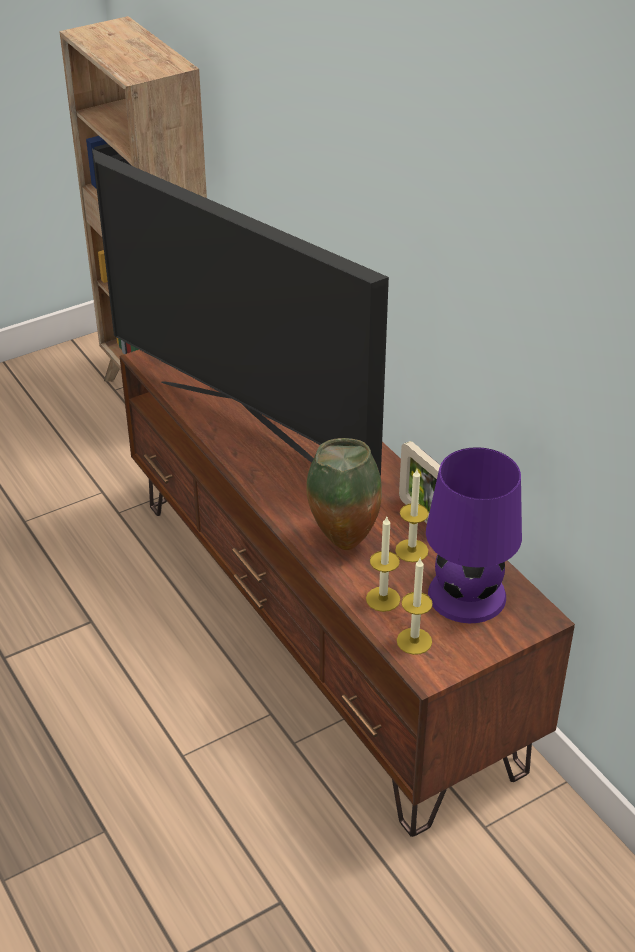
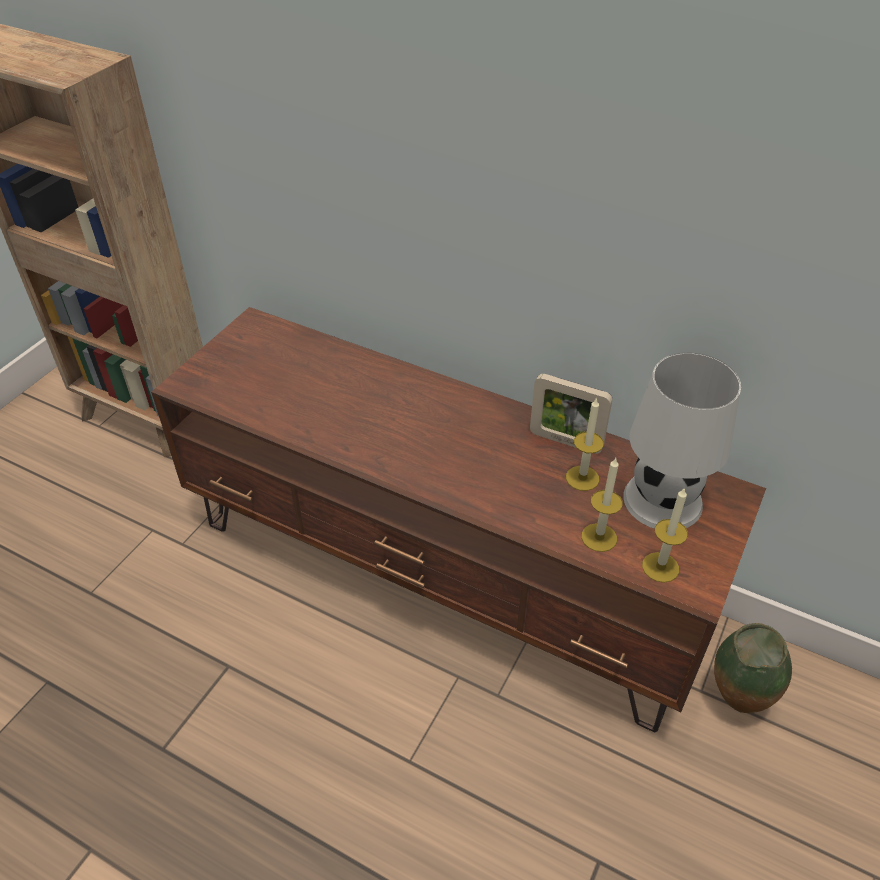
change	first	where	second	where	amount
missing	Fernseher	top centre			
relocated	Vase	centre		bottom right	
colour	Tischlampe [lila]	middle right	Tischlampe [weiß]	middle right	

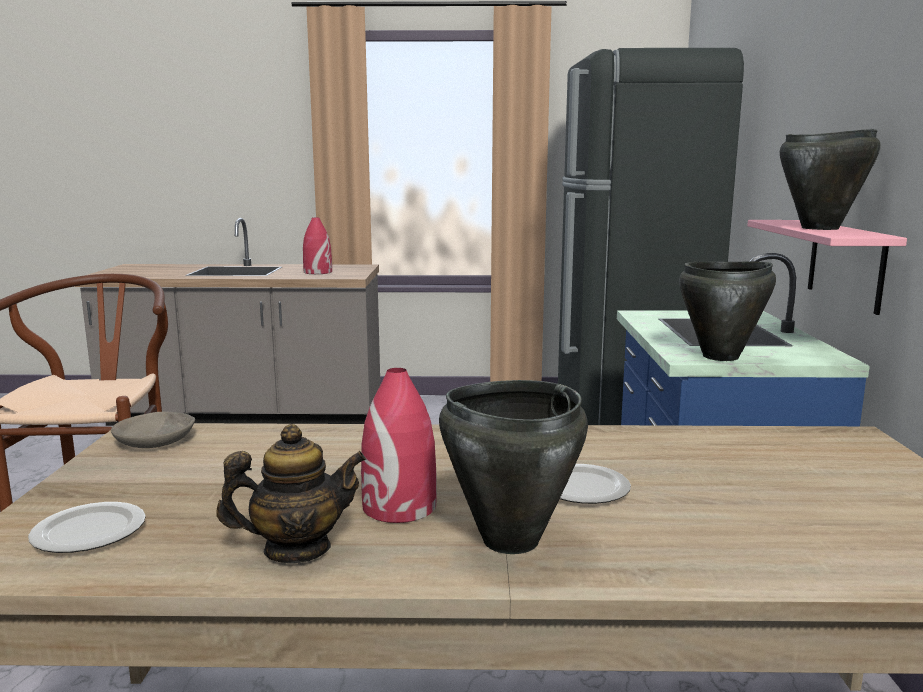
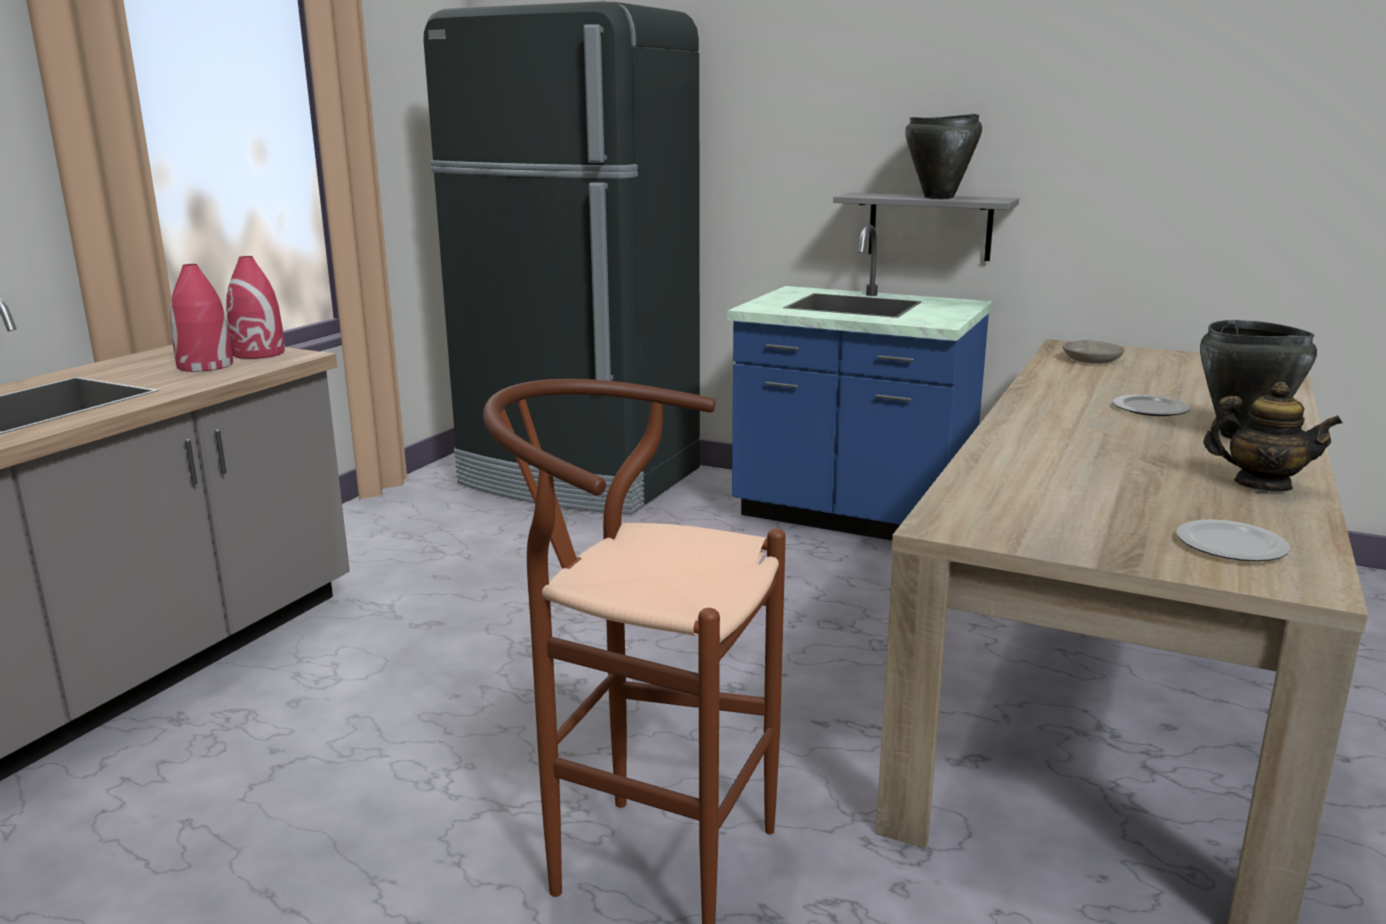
change	first	where	second	where	amount
missing	Kochtopf [schwarz] (no. 2 from left)	middle right			
relocated	Schüssel [grau]	middle left		middle right	
relocated	Vase [rot] (no. 2 from left)	centre		top left	
colour	Wandregal [rosa]	middle right	Wandregal [grau]	top right	
spun	Teekanne	bottom left		middle right	105 degrees clockwise

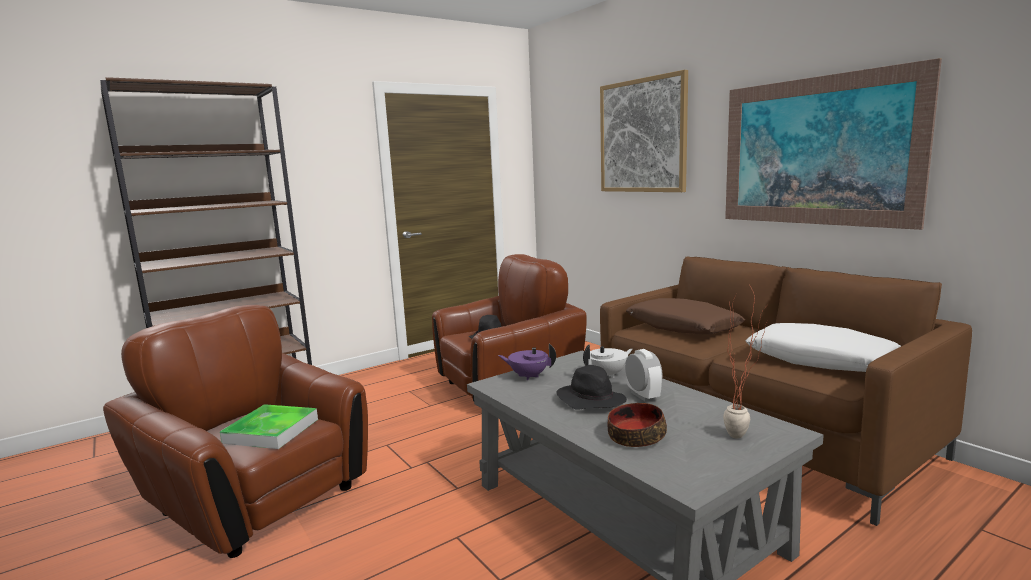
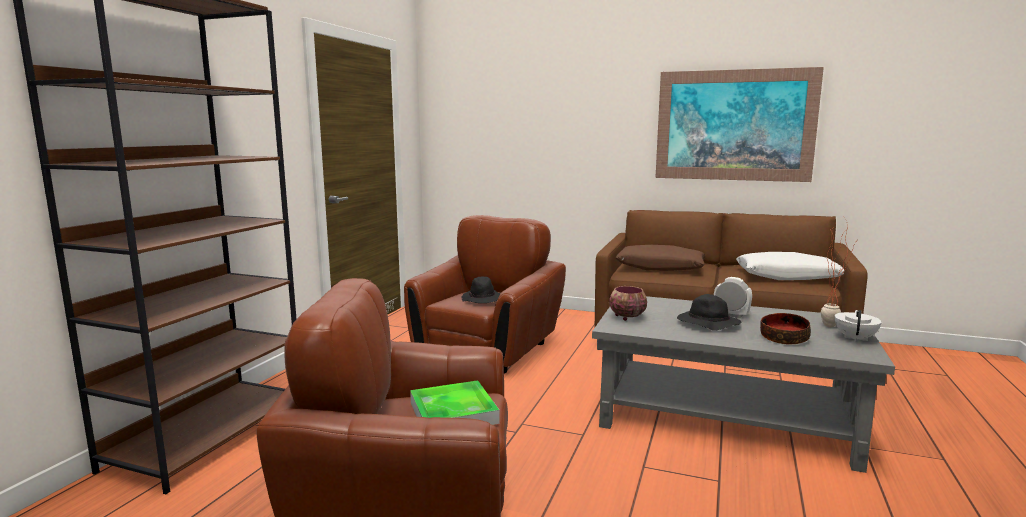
change	first	where	second	where	amount
missing	Bild (no. 1 from left)	top centre			
relocated	Teekanne [weiß]	centre		middle right	
exchanged	Teekanne [lila]	centre	Schüssel (no. 1 from left)	centre	

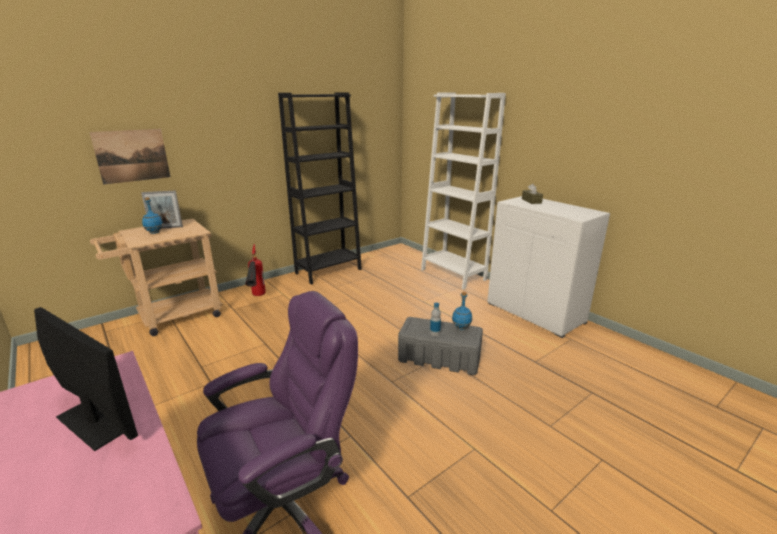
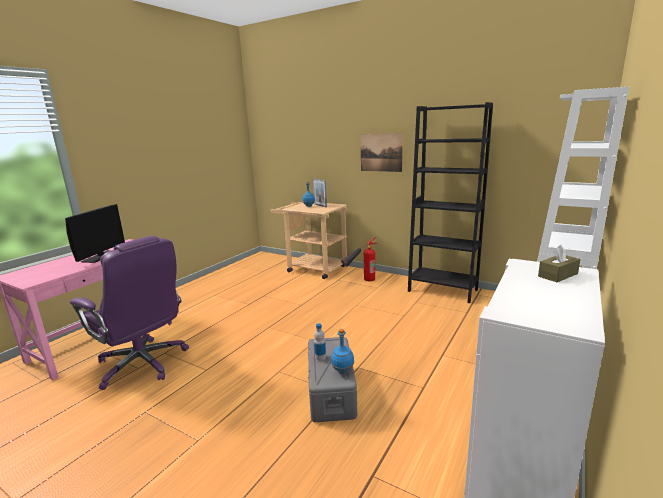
change	first	where	second	where	amount
relocated	Bild	top left		top centre	

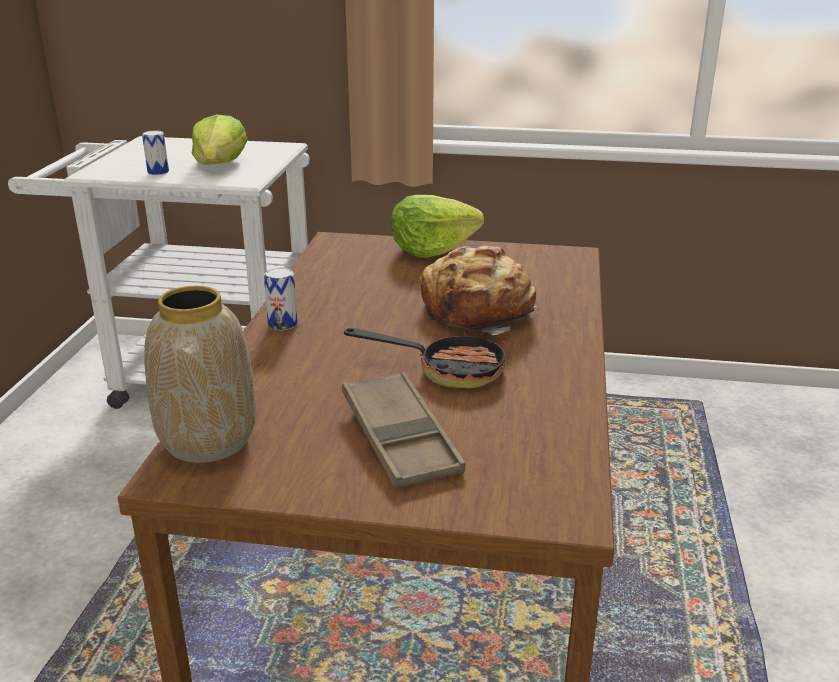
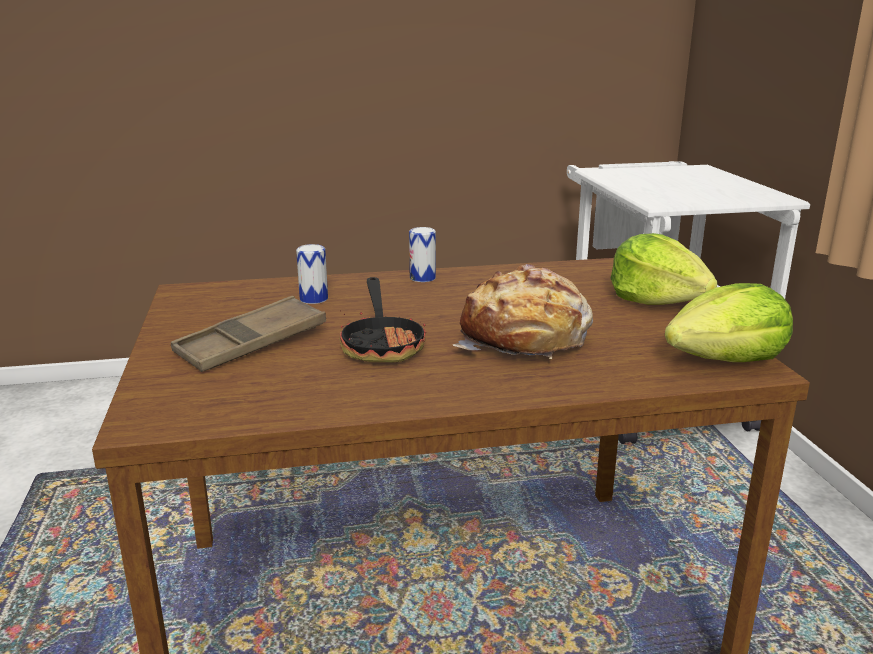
change	first	where	second	where	amount
missing	Vase	middle left			
relocated	Dose (no. 1 from left)	top left		centre	
relocated	Salatkopf (no. 1 from left in the first image)	top left	Salatkopf (no. 2 from left)	middle right	

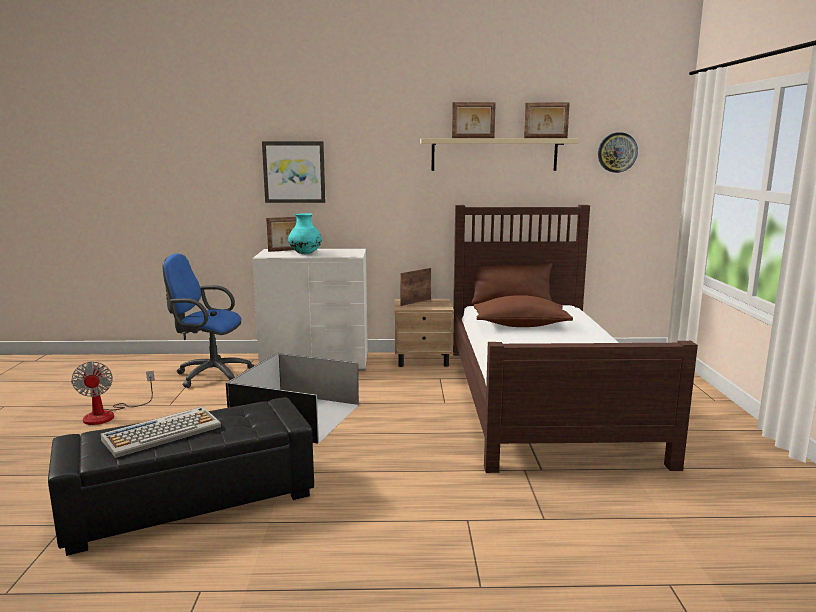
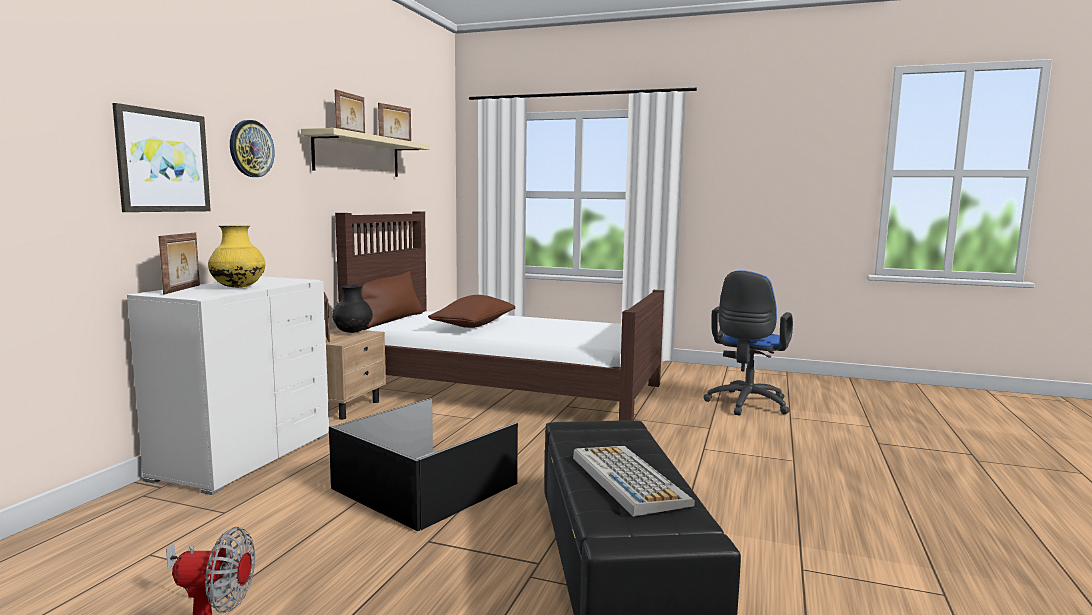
change	first	where	second	where	amount
appeared			Vase [schwarz]	middle left	
relocated	Bürostuhl [blau]	middle left		middle right	
relocated	Wanduhr	top right		top left	
colour	Vase [türkis]	centre	Vase [gelb]	middle left	

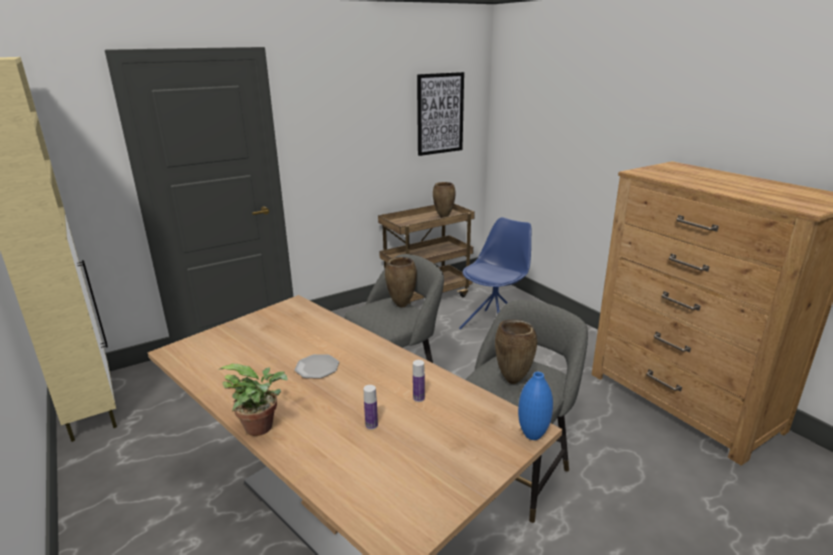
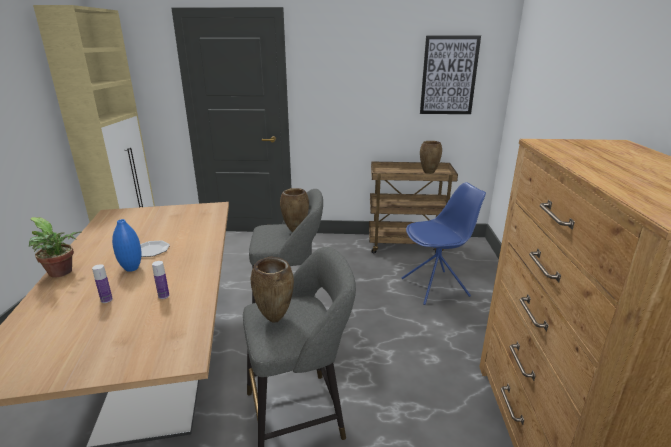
change	first	where	second	where	amount
relocated	Vase [blau]	bottom centre		middle left	

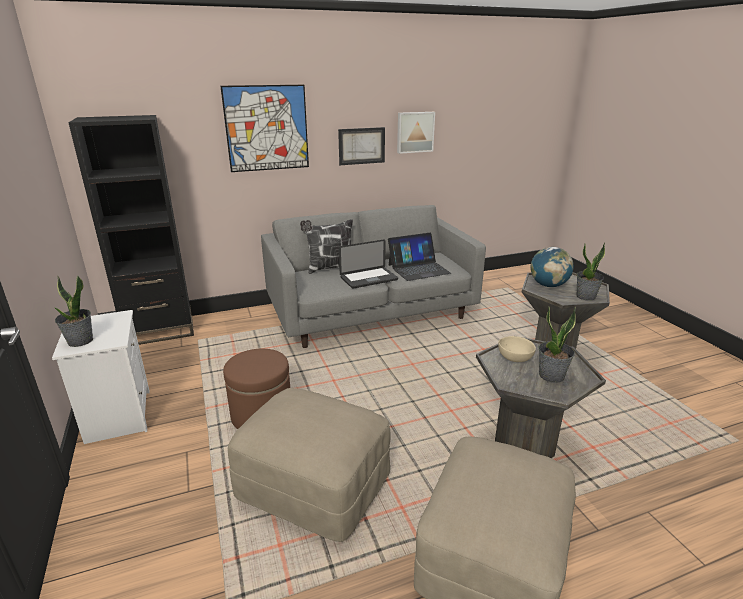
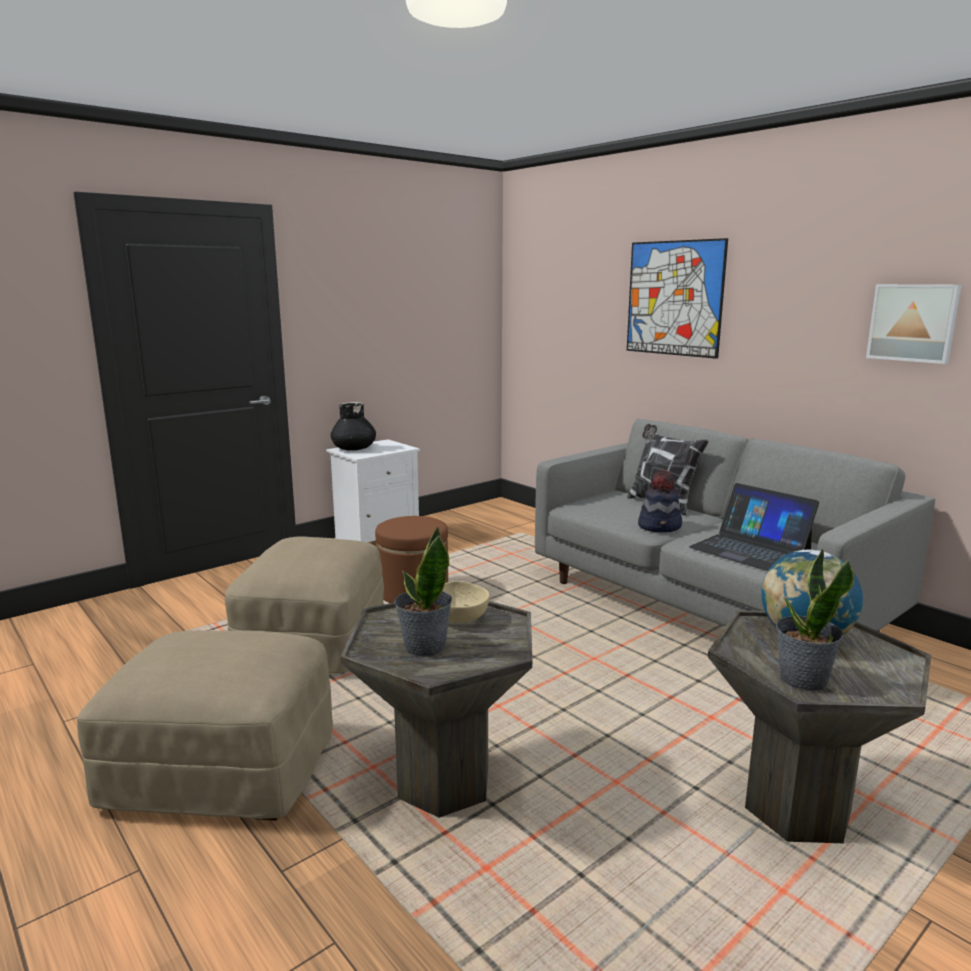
change	first	where	second	where	amount
missing	Bücherregal [schwarz]	middle left			
missing	Bild (no. 2 from left)	top centre			
exchanged	Topfpflanze (no. 1 from left)	middle left	Vase [schwarz]	centre	
exchanged	Laptop (no. 1 from left)	centre	Hut	middle right	

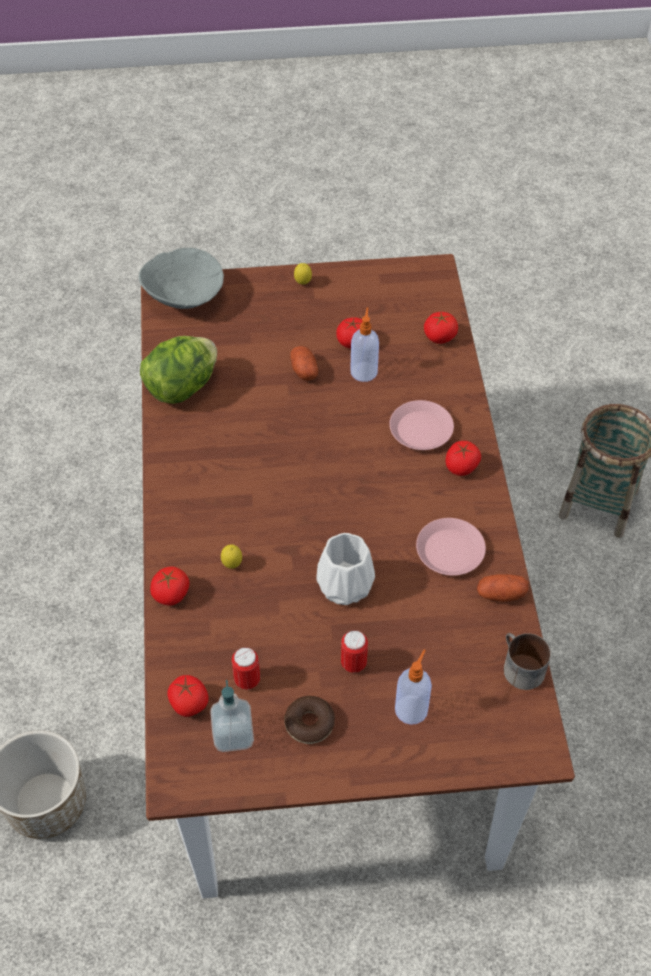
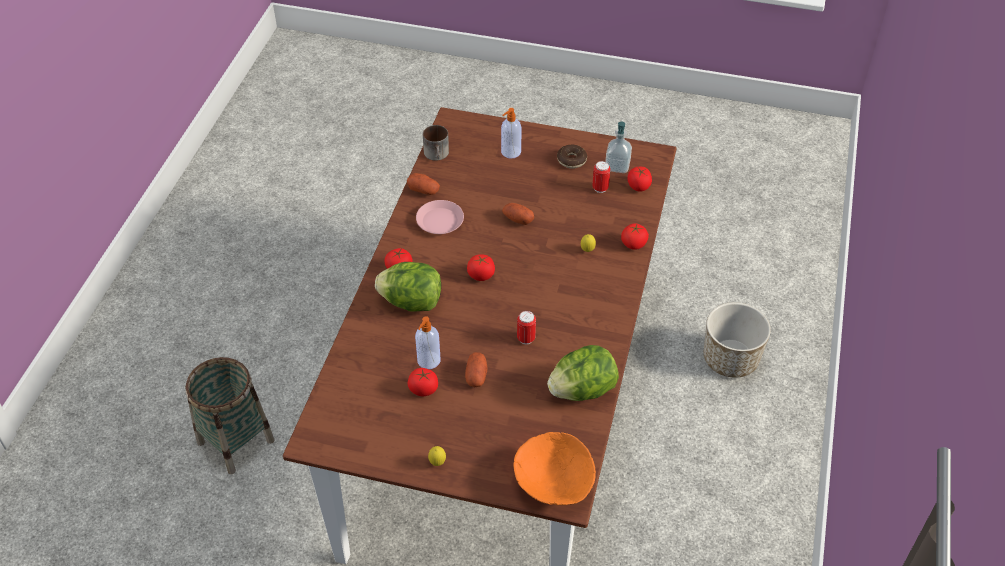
change	first	where	second	where	amount
relocated	Dose (no. 2 from left in the first image)	bottom centre	Dose (no. 1 from left)	centre	
relocated	Tomate (no. 4 from left in the first image)	middle right	Tomate (no. 3 from left)	centre	
exchanged	Vase [weiß]	centre	Kartoffel (no. 3 from left)	centre	
exchanged	Teller [rosa] (no. 1 from left)	centre	Salatkopf (no. 1 from left)	centre	
colour	Schüssel [grau]	top left	Schüssel [orange]	bottom centre	

